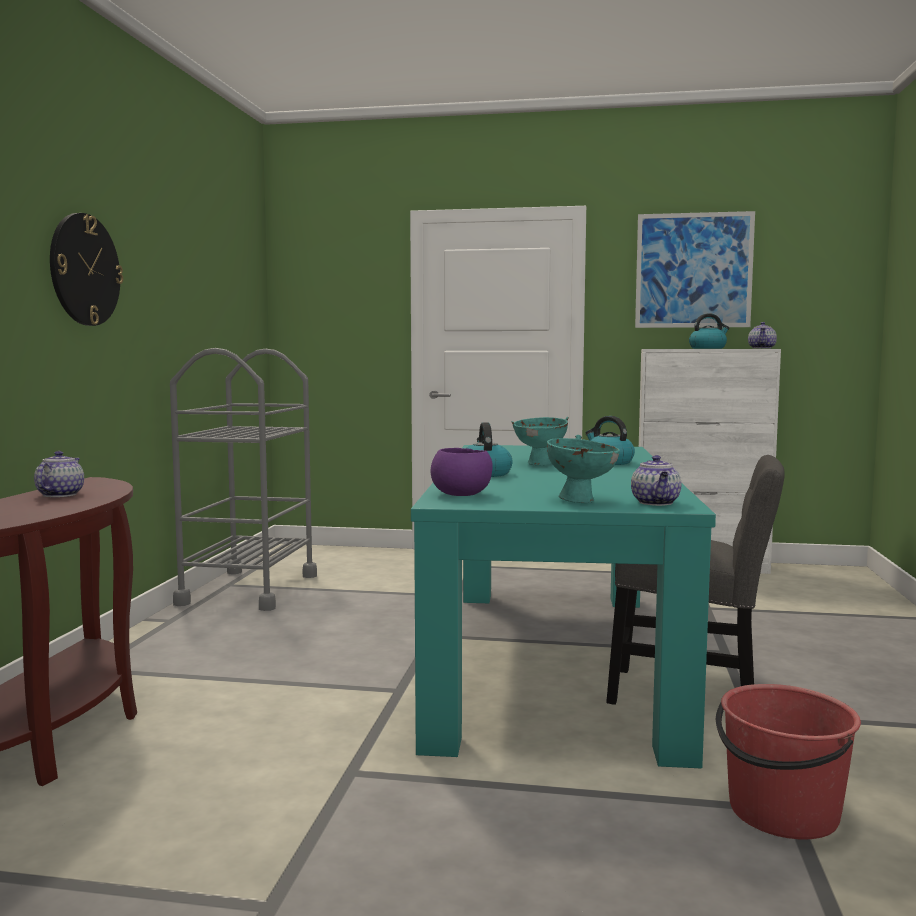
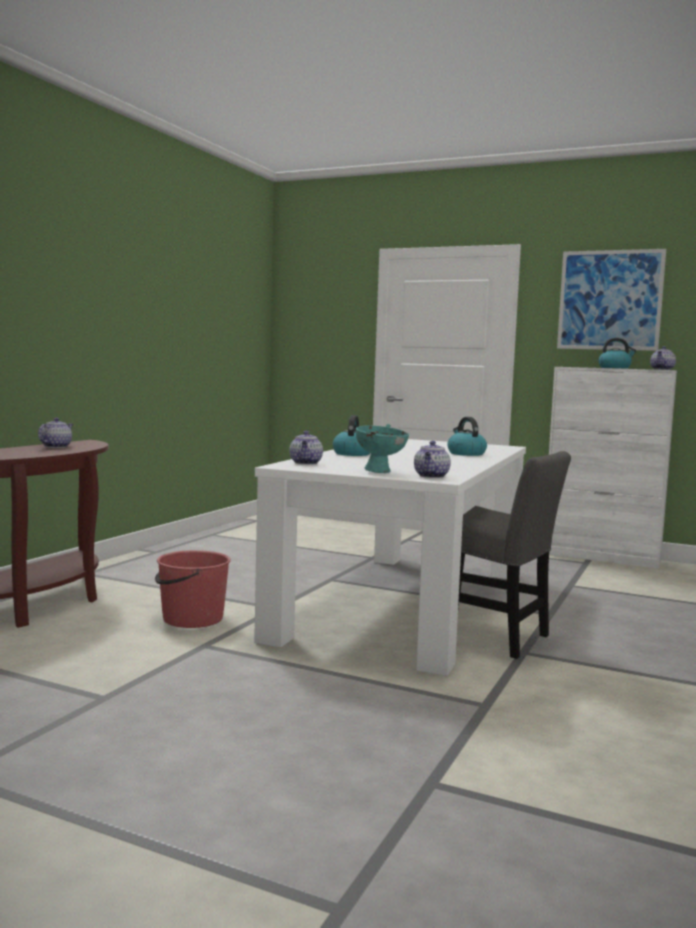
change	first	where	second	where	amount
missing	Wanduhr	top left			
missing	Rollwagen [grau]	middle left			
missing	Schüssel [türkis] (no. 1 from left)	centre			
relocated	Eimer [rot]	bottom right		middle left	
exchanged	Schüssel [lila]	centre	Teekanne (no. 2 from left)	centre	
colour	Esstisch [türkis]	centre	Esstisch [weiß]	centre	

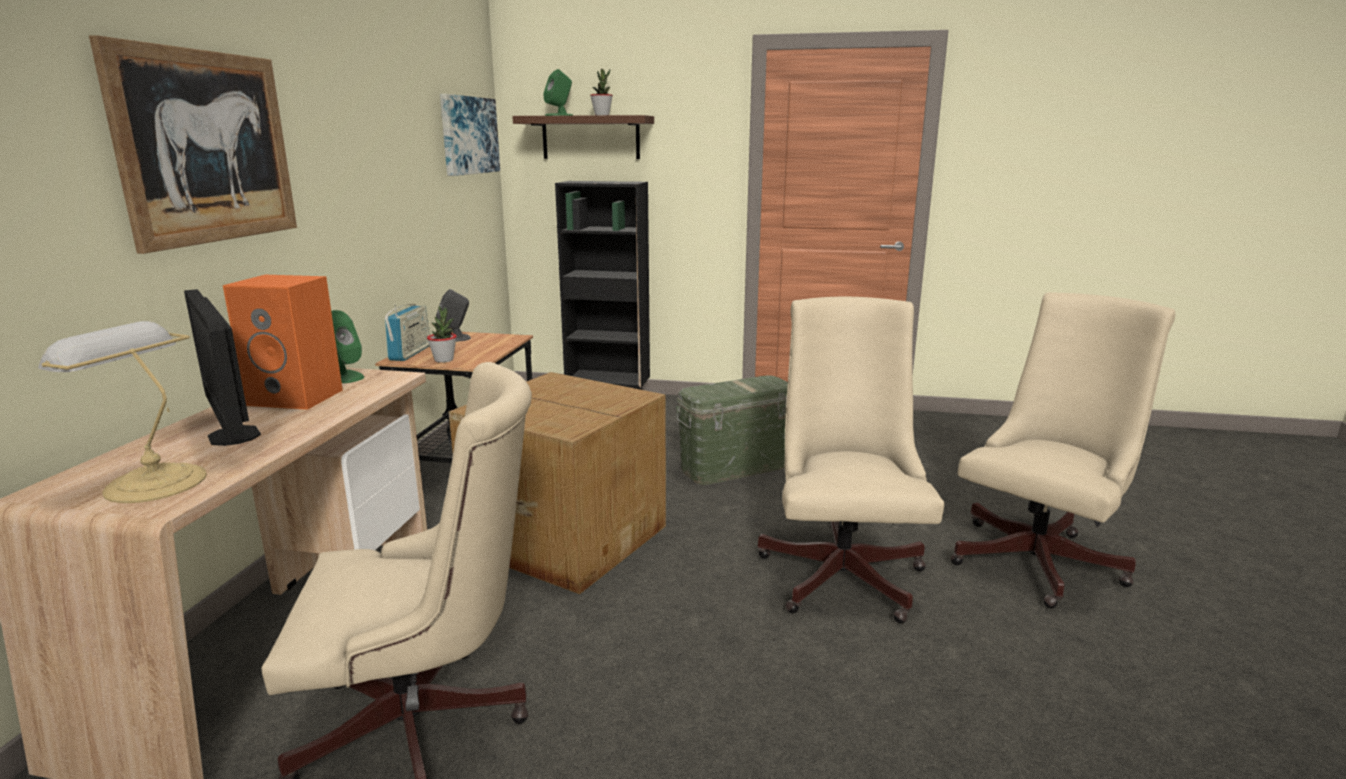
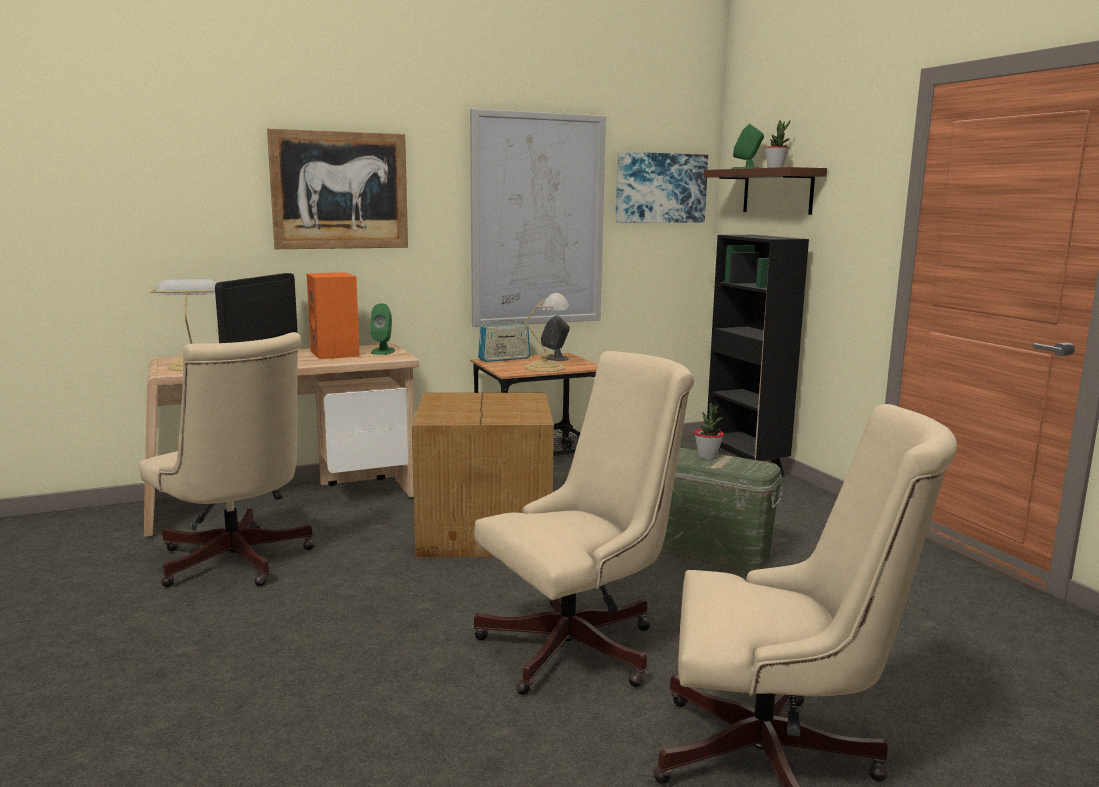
change	first	where	second	where	amount
appeared			Bild (no. 2 from left)	top centre	
appeared			Tischlampe (no. 2 from left)	centre	
relocated	Topfpflanze (no. 1 from left)	middle left		centre	

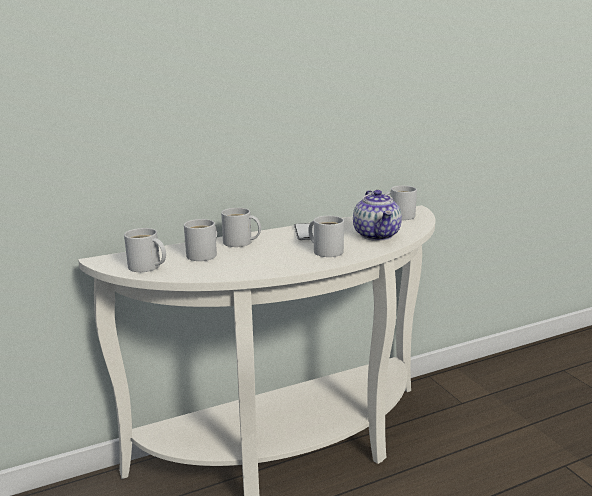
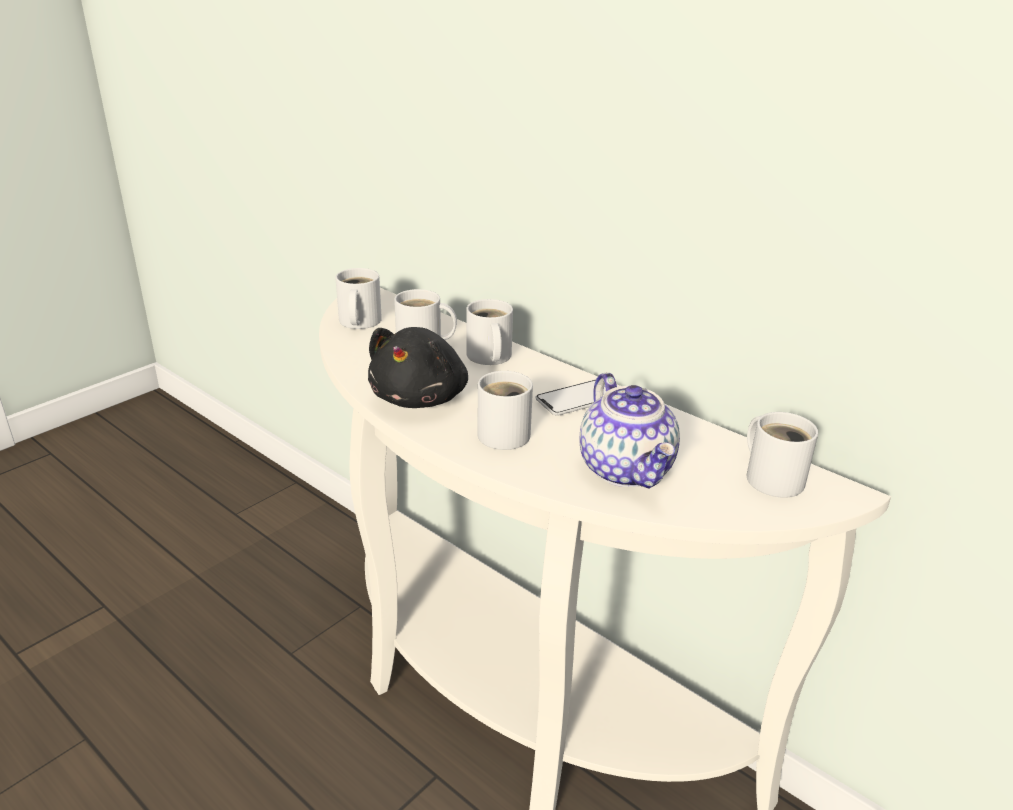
change	first	where	second	where	amount
appeared			Plüschtier [schwarz]	centre	
spun	Teekanne	centre		centre	75 degrees counterclockwise

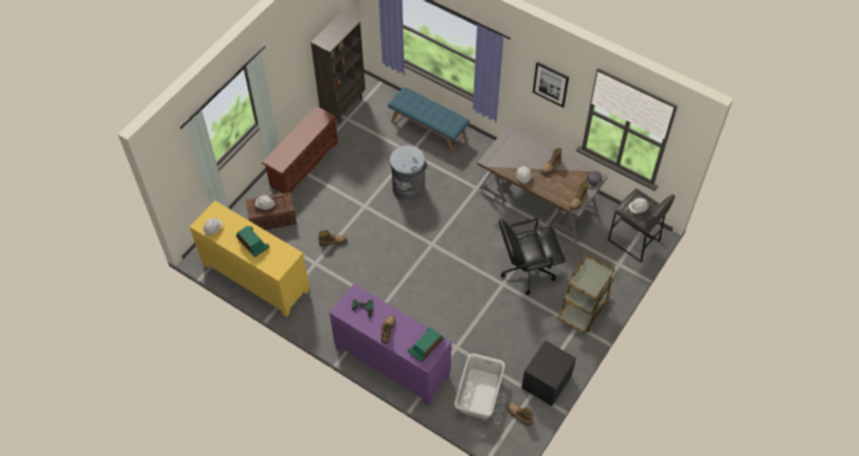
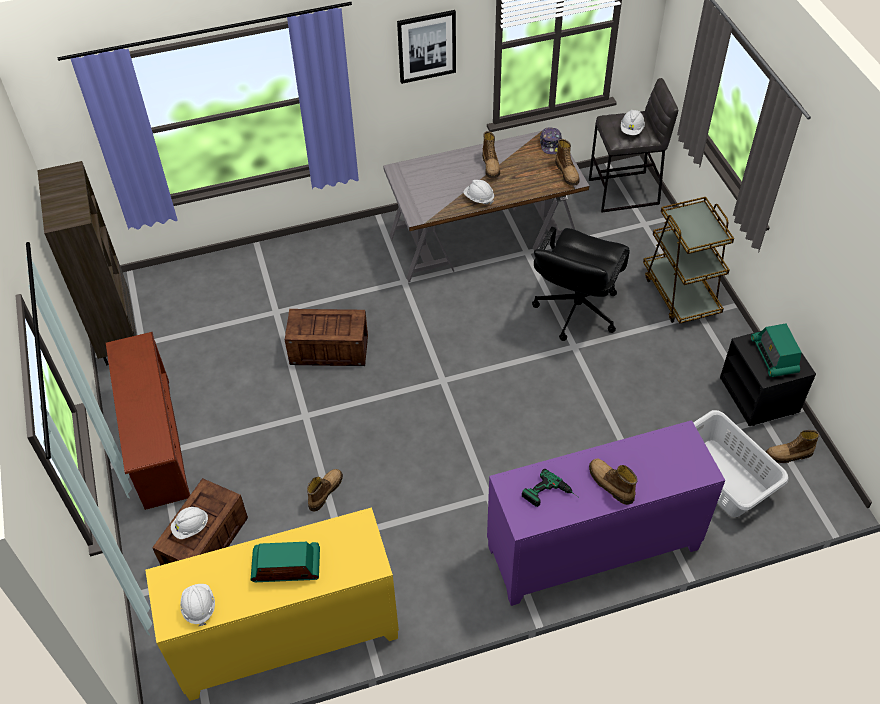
change	first	where	second	where	amount
missing	Bank [blau]	top centre			
relocated	Radio (no. 2 from left)	bottom centre		middle right	
exchanged	Mülleimer [grau]	centre	Kiste (no. 2 from left)	centre	

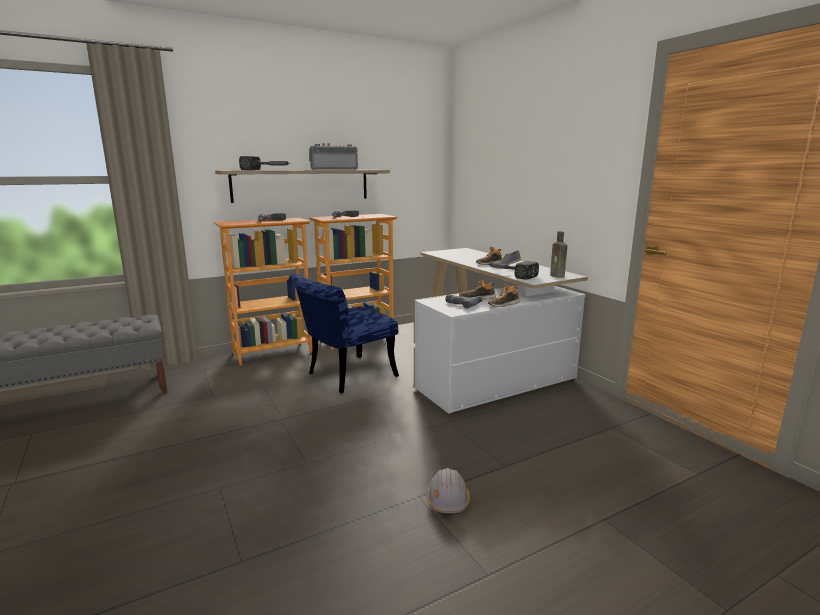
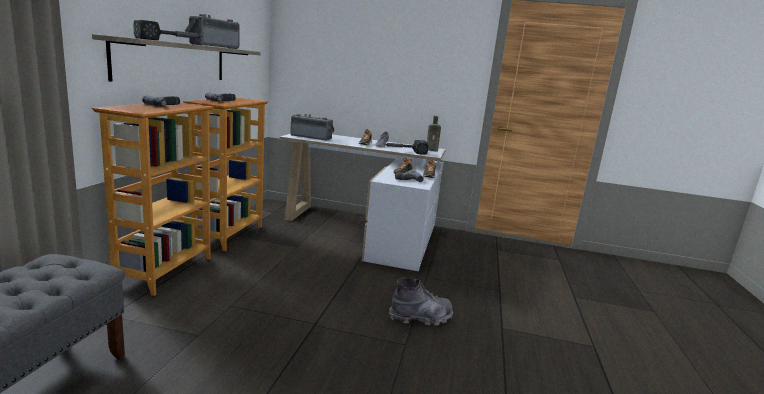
change	first	where	second	where	amount
missing	Stuhl [blau]	centre			
missing	Schutzhelm [grau]	bottom centre			
appeared			Radio (no. 2 from left)	top centre	
appeared			Stiefel [grau]	bottom centre	

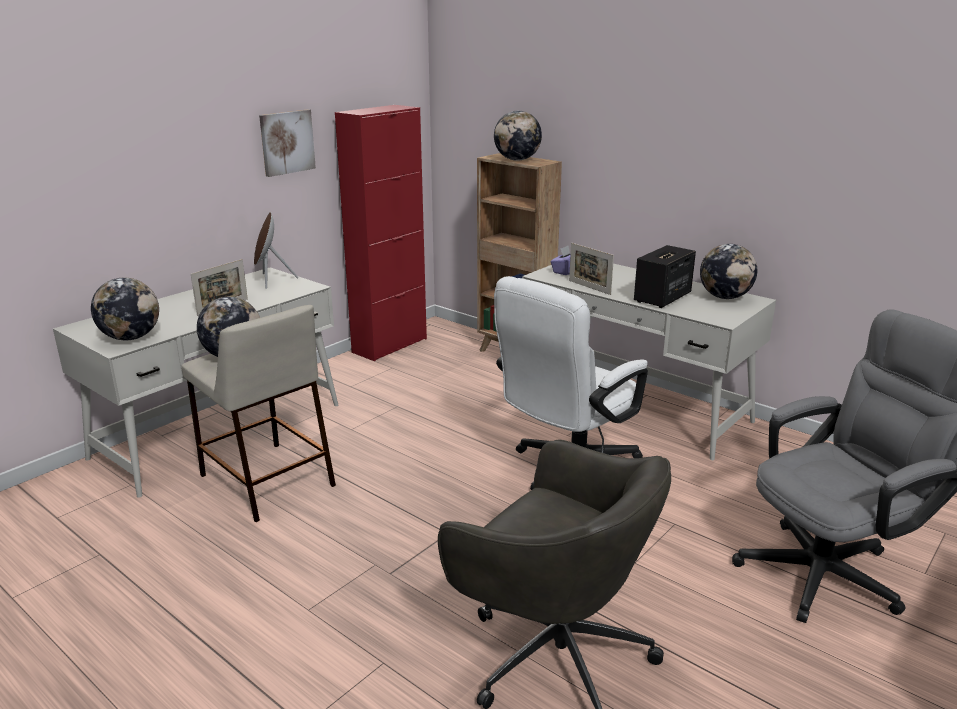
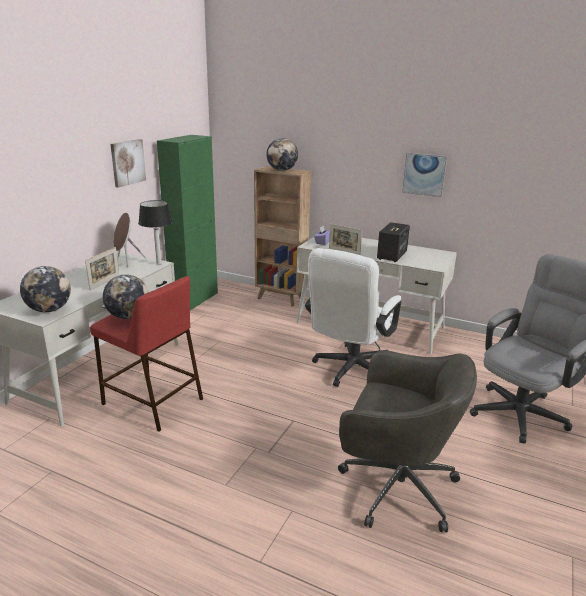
change	first	where	second	where	amount
missing	Globus (no. 4 from left)	middle right			
appeared			Tischlampe	middle left	
appeared			Bild (no. 2 from left)	top right	
colour	Hocker [beige]	middle left	Hocker [rot]	middle left	
colour	Schrank [rot]	top centre	Schrank [grün]	middle left	

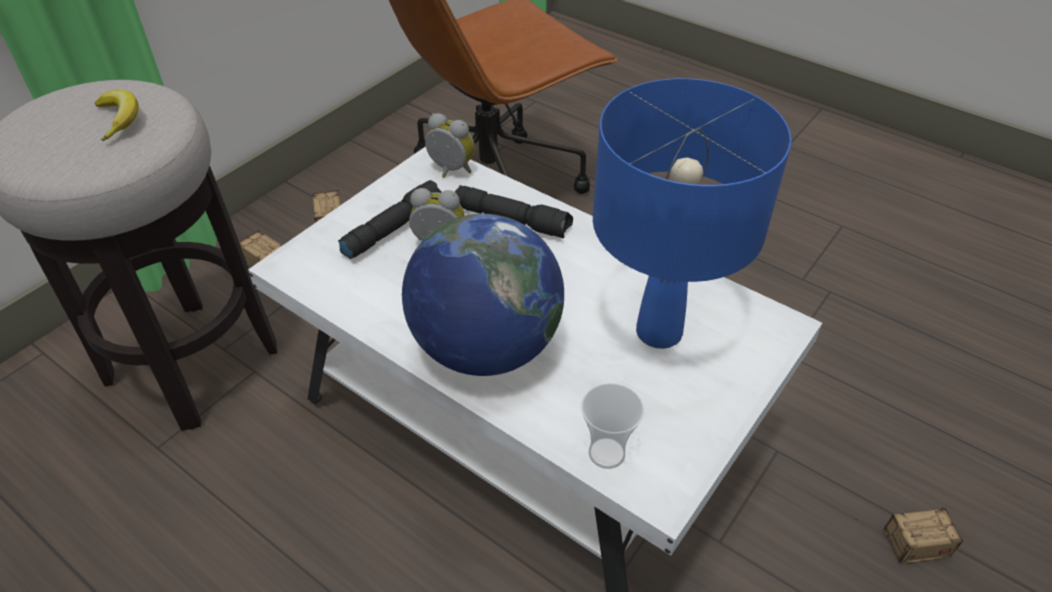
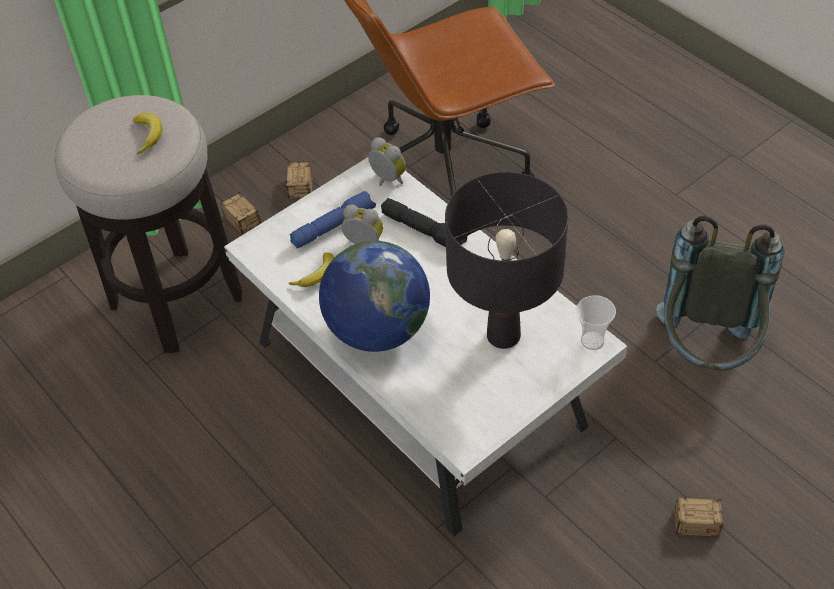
change	first	where	second	where	amount
appeared			Banane (no. 2 from left)	centre	
appeared			Rucksack [grau]	middle right	
relocated	Tasse	bottom centre		middle right	
colour	Taschenlampe [schwarz] (no. 1 from left)	centre	Taschenlampe [blau]	centre	
colour	Tischlampe [blau]	centre	Tischlampe [schwarz]	centre	

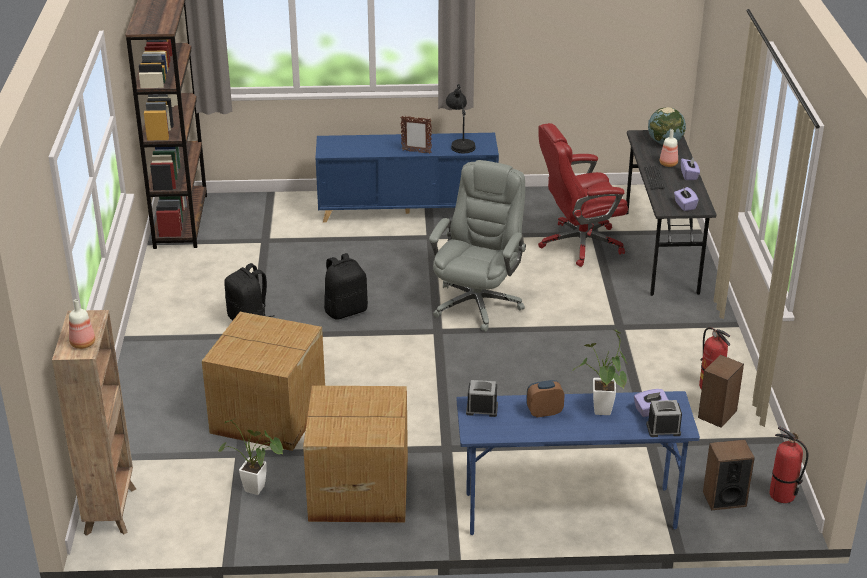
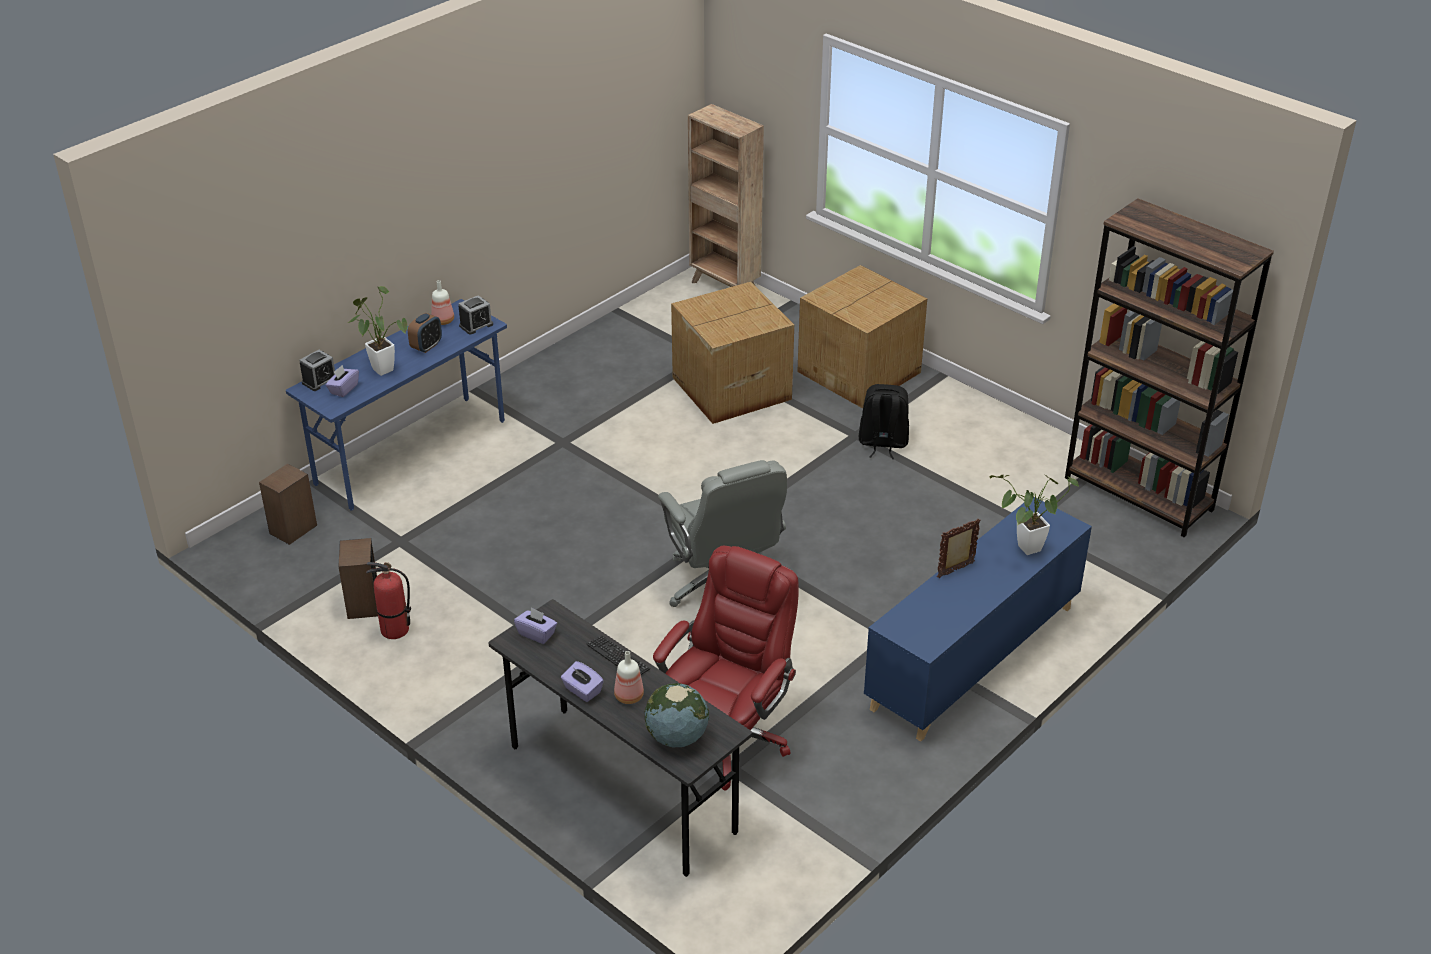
change	first	where	second	where	amount
missing	Rucksack [schwarz] (no. 2 from left)	centre			
missing	Tischlampe [schwarz]	top centre			
missing	Feuerlöscher (no. 2 from left)	bottom right			
relocated	Flasche (no. 1 from left)	middle left		top left	
relocated	Topfpflanze (no. 1 from left in the first image)	bottom left	Topfpflanze (no. 2 from left)	middle right	
relocated	Karton (no. 2 from left)	bottom centre		centre	

